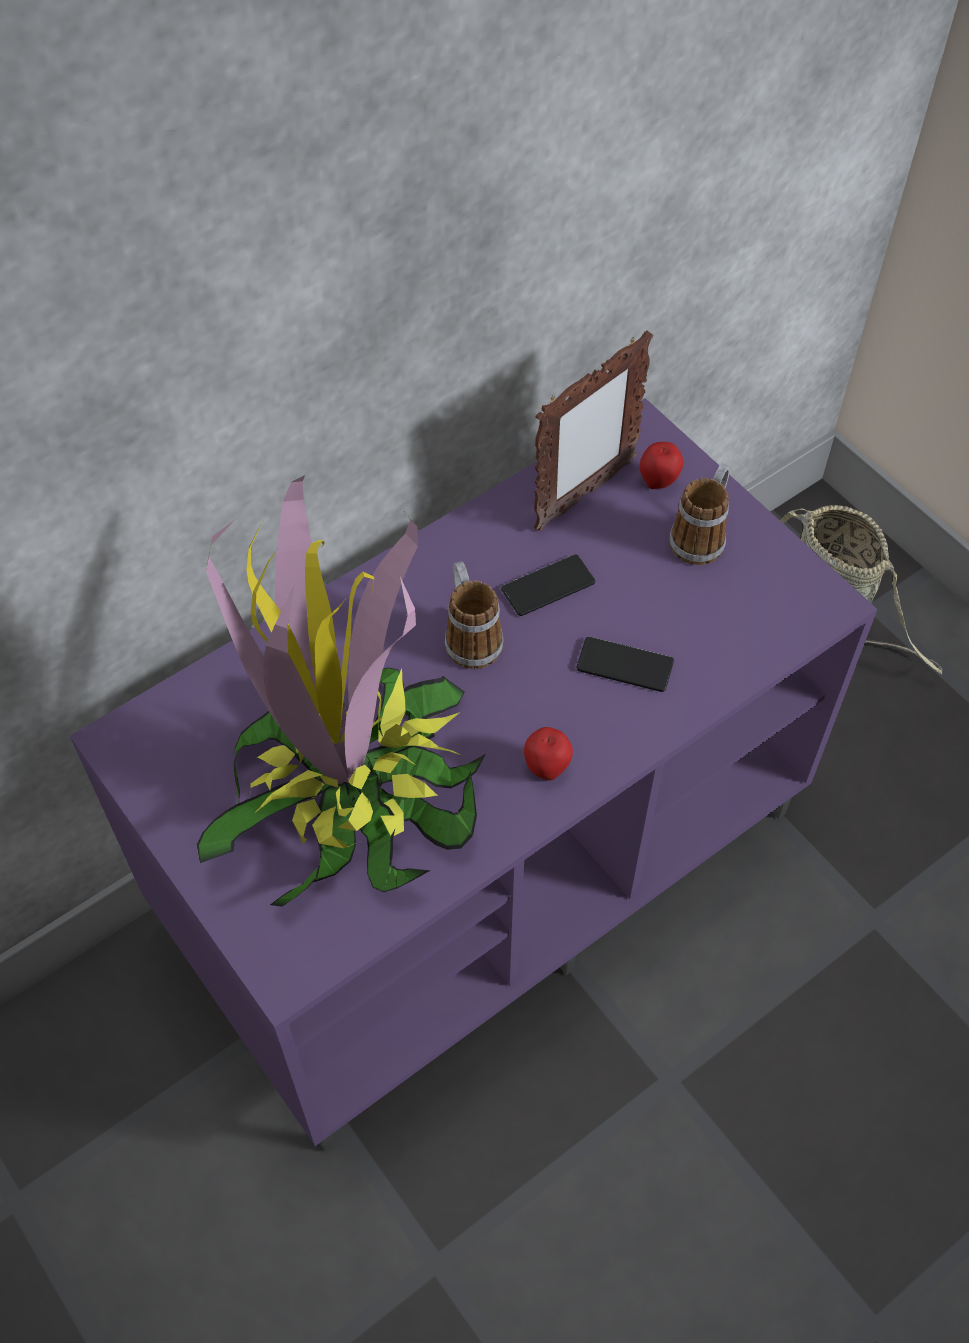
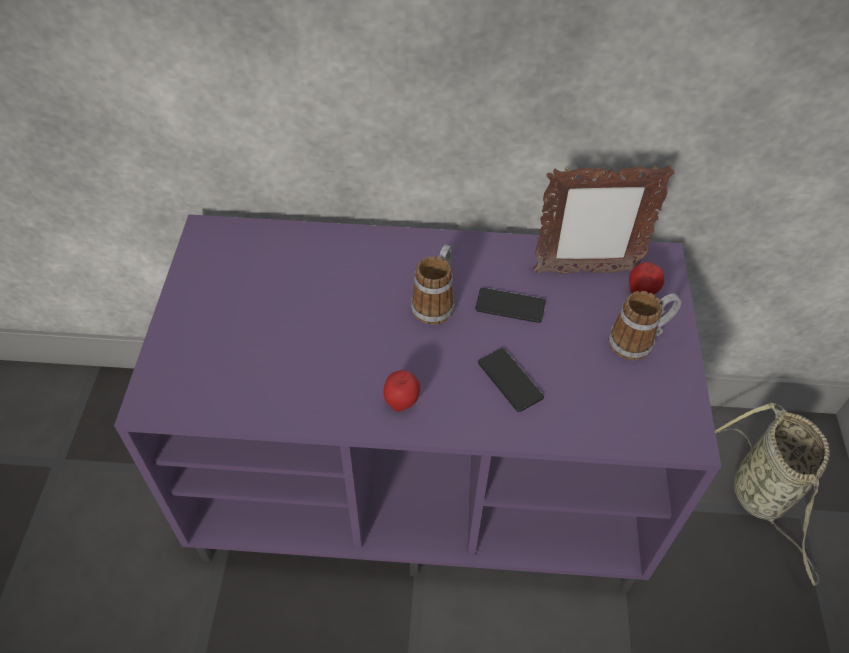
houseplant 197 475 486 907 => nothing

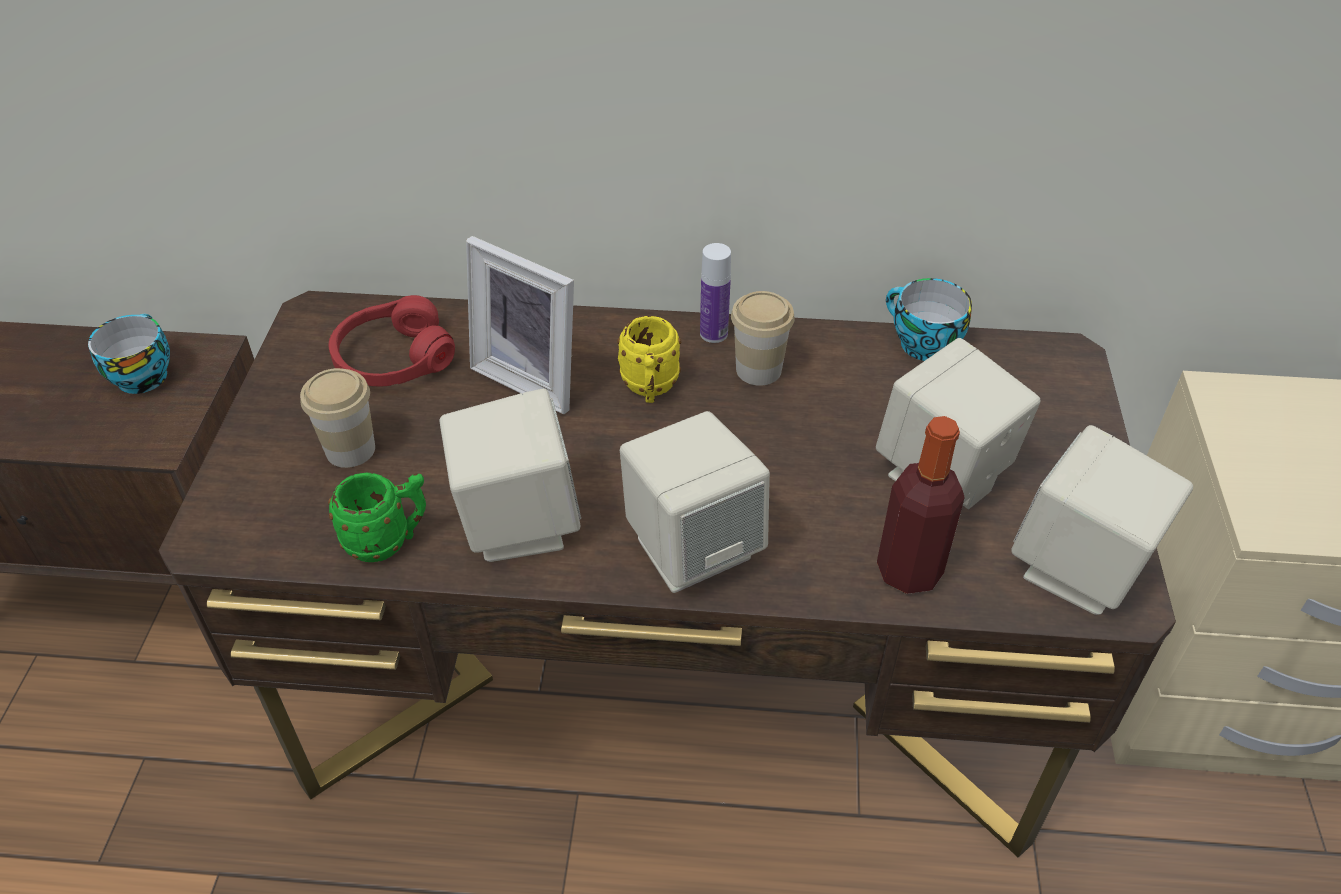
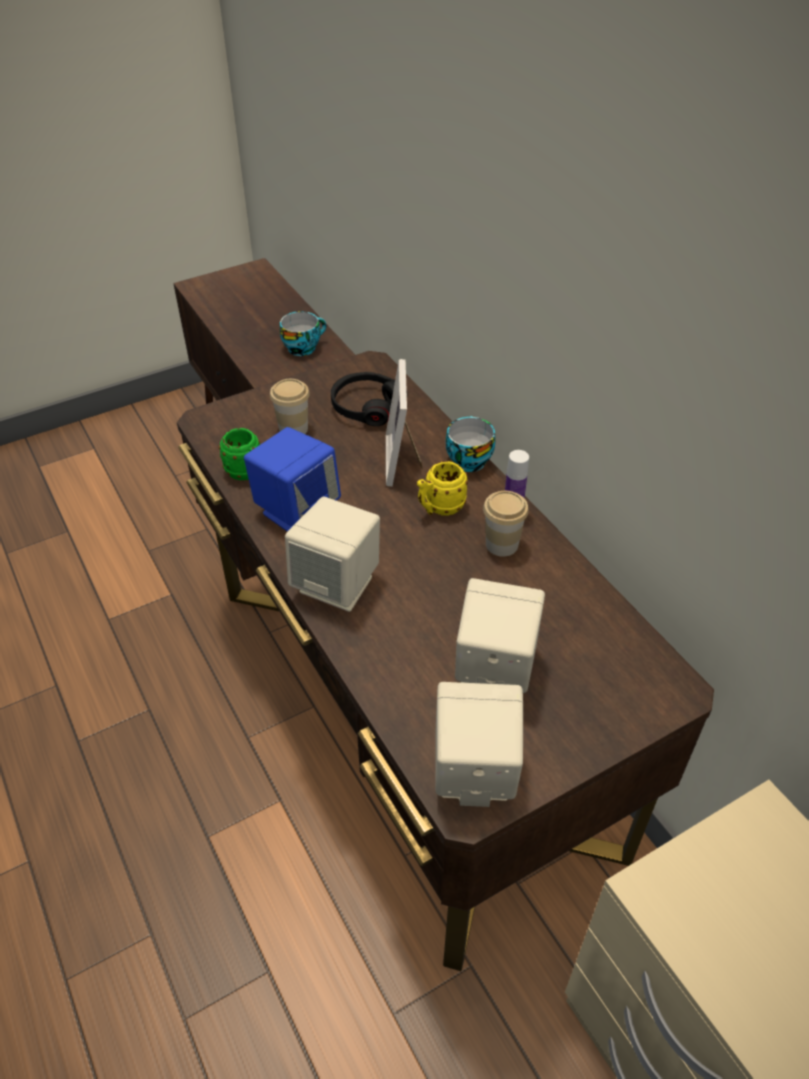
beige-coloured audio speaker 439 389 581 562 => blue-coloured audio speaker 244 427 341 532
red-coloured pair of headphones 329 295 455 387 => blackish pair of headphones 331 372 395 426
drinking cup 886 278 972 361 => drinking cup 446 416 495 472, shifted
drink bottle 877 416 965 594 => nothing

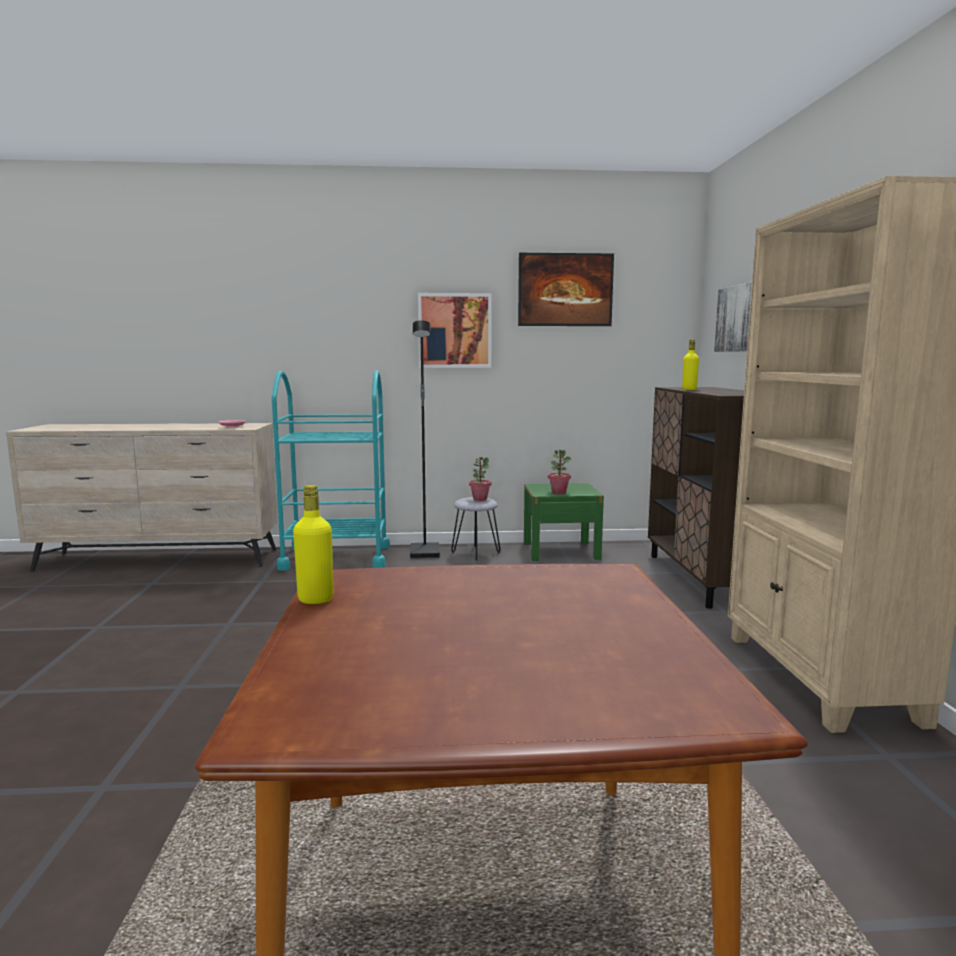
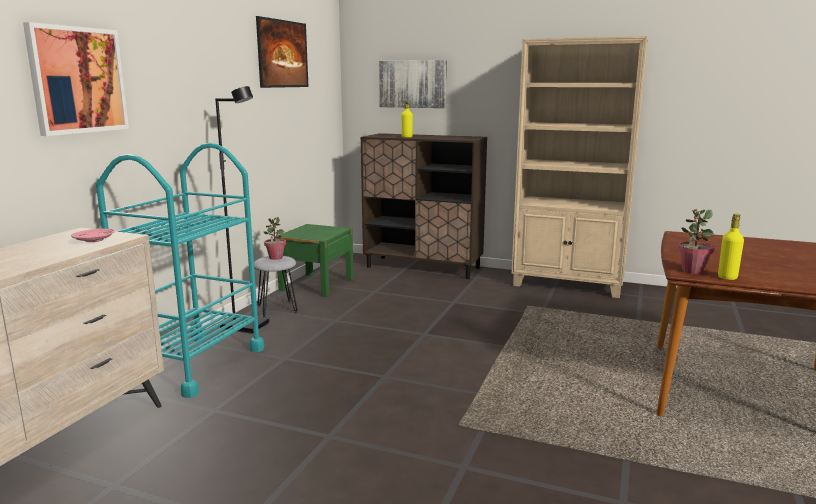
wall picture 418 293 492 368 => wall picture 23 22 129 136, shifted
houseplant 548 450 571 494 => houseplant 678 209 714 274, shifted

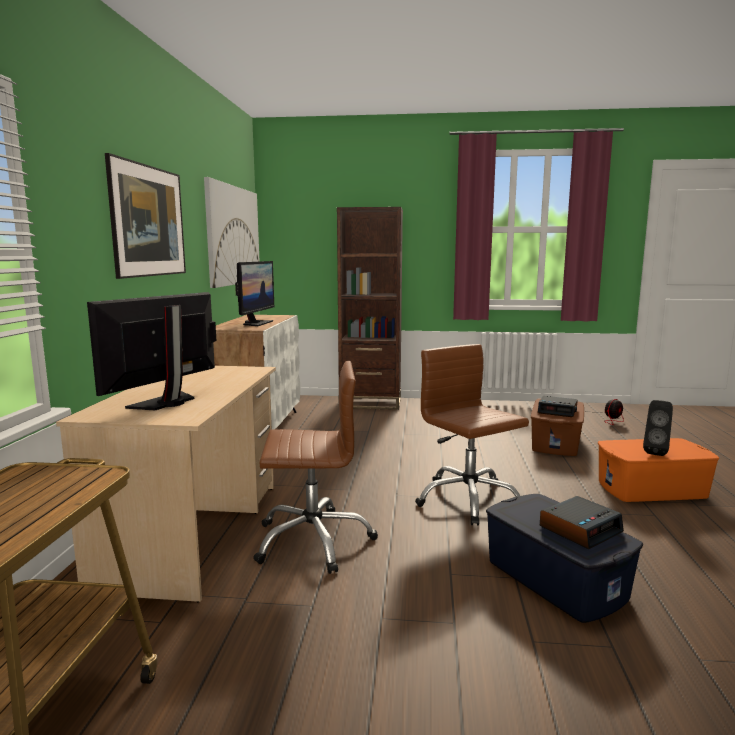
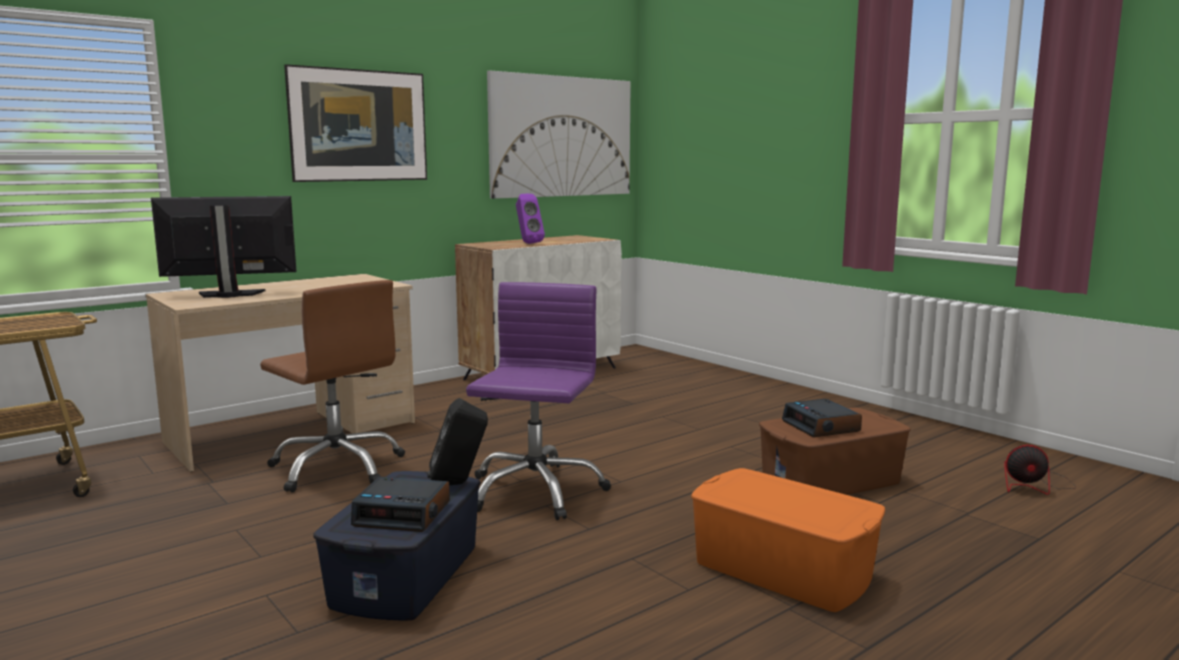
blackish audio speaker 643 400 673 456 => blackish audio speaker 427 398 488 485, shifted
brown-coloured office chair 415 344 529 526 => purplish office chair 466 282 611 520
monitor 235 261 274 326 => purplish audio speaker 516 194 545 244
brown-coloured bookshelf 337 207 403 410 => nothing

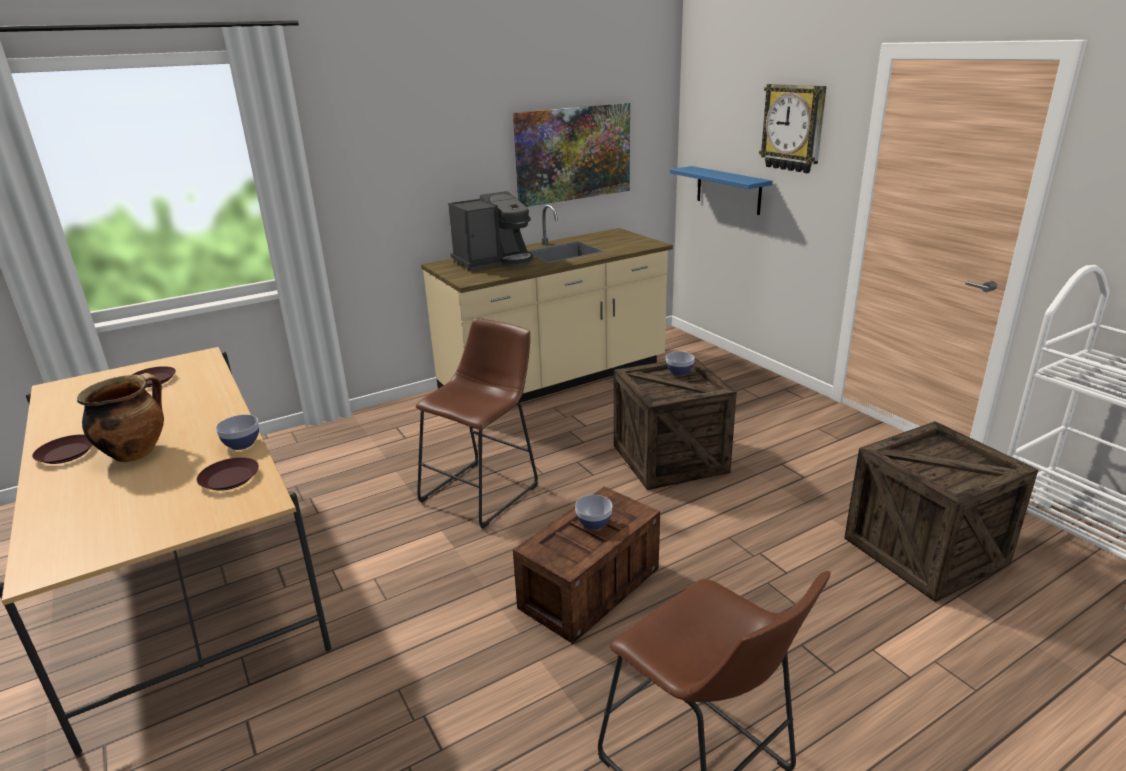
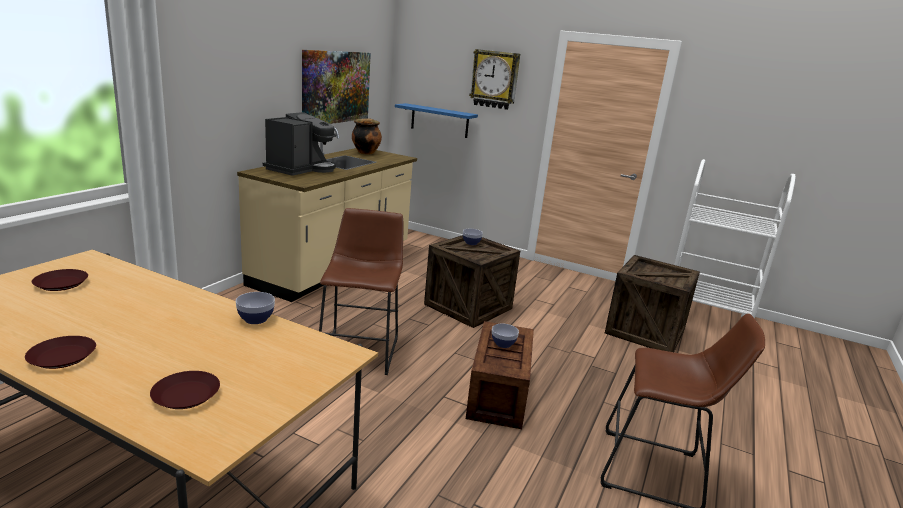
brown-coloured plate 197 457 259 491 => brown-coloured plate 150 371 220 409, shifted
cooking pot 77 373 164 462 => cooking pot 352 118 382 154, shifted

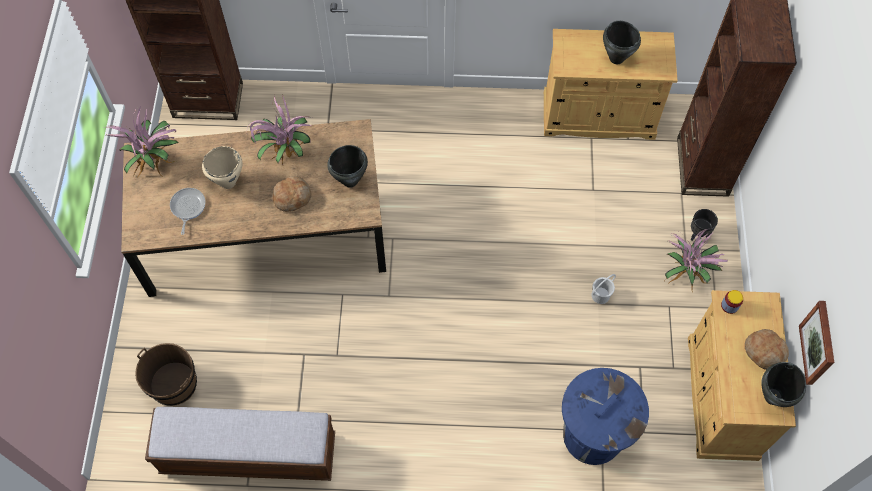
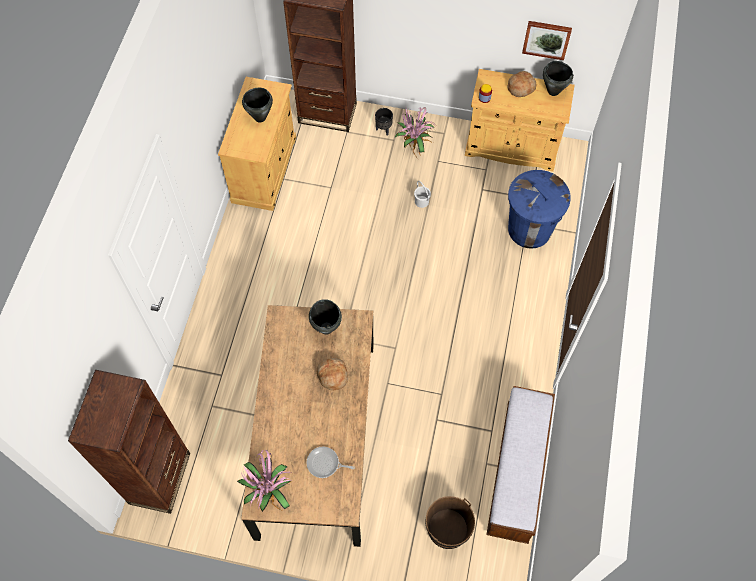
beige-coloured cooking pot 202 146 242 189 => nothing
houseplant 247 95 312 165 => nothing

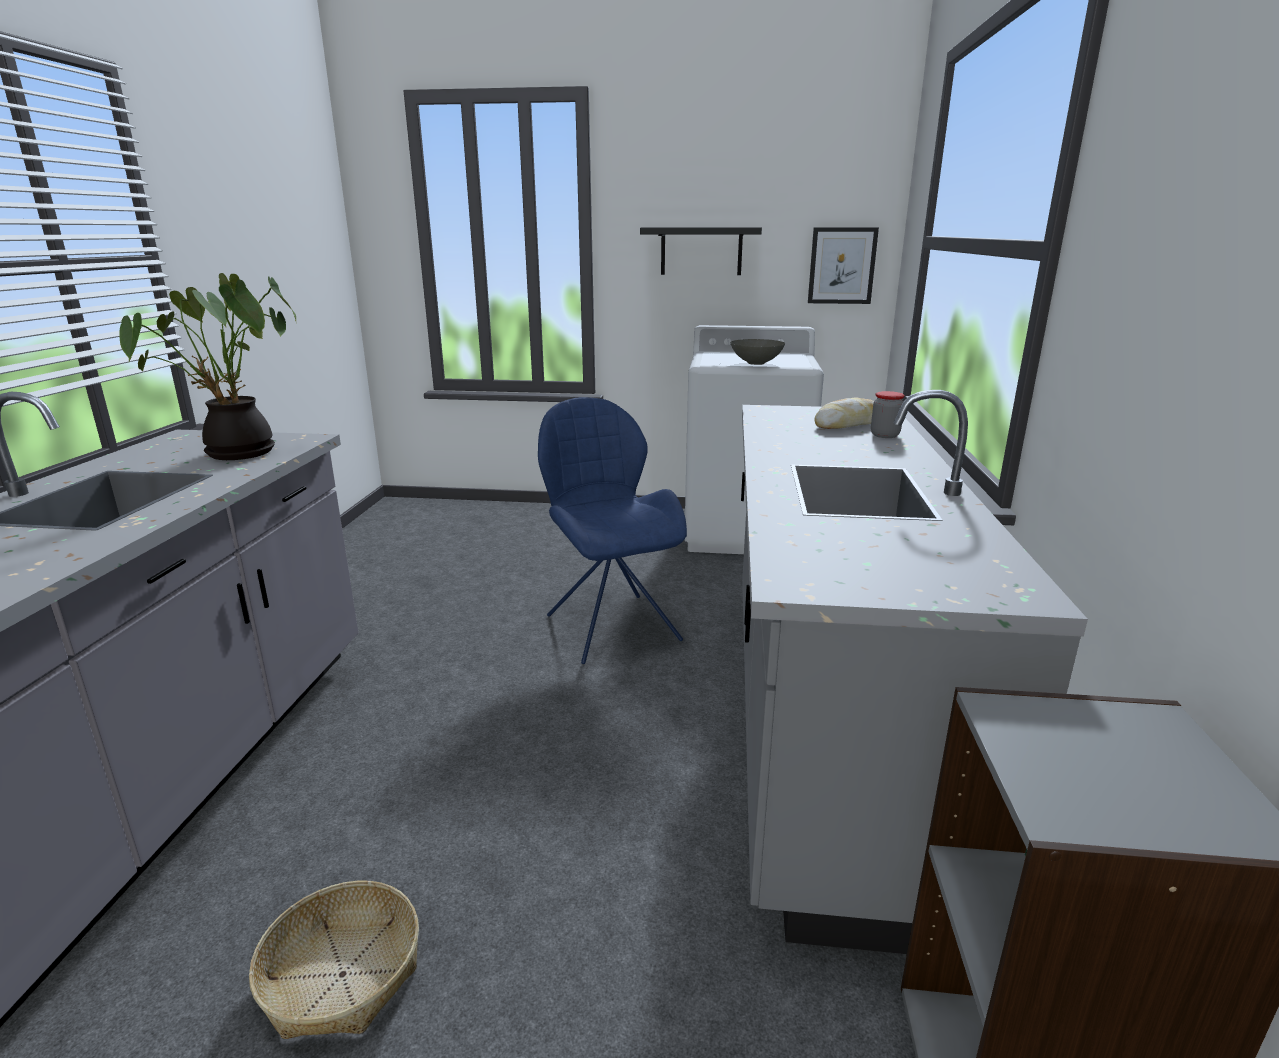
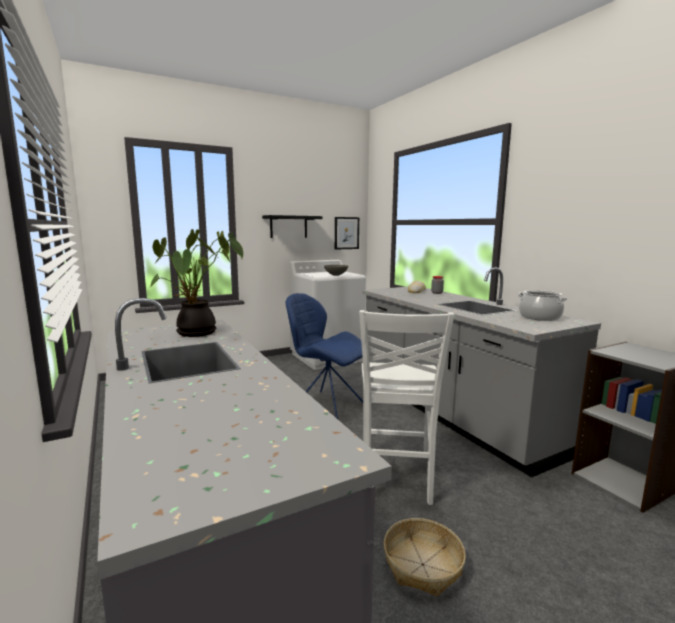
nothing => white-coloured plain chair 359 310 454 505
nothing => cooking pot 518 290 568 321

